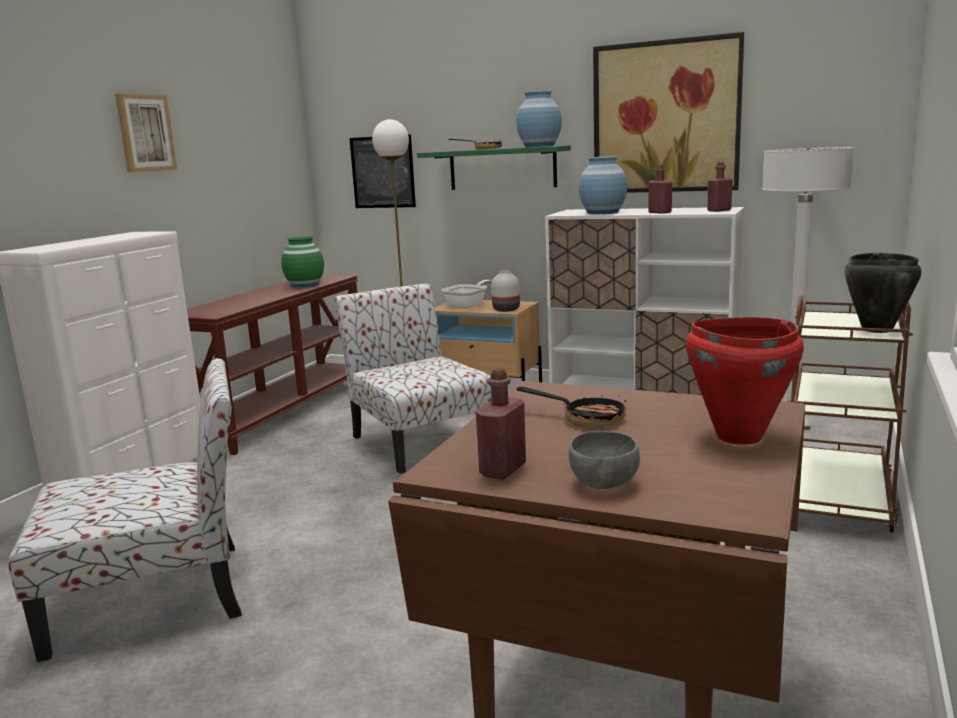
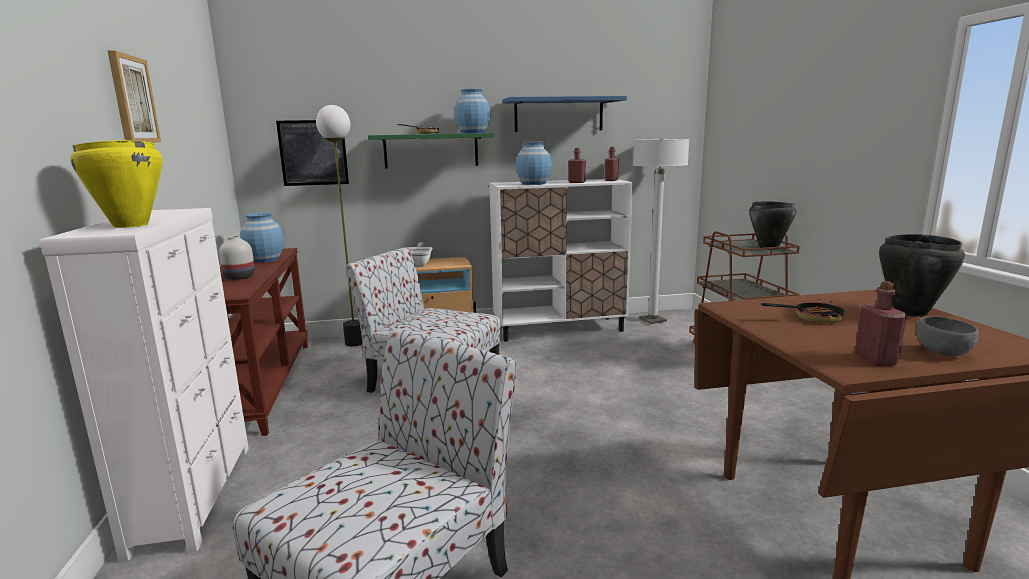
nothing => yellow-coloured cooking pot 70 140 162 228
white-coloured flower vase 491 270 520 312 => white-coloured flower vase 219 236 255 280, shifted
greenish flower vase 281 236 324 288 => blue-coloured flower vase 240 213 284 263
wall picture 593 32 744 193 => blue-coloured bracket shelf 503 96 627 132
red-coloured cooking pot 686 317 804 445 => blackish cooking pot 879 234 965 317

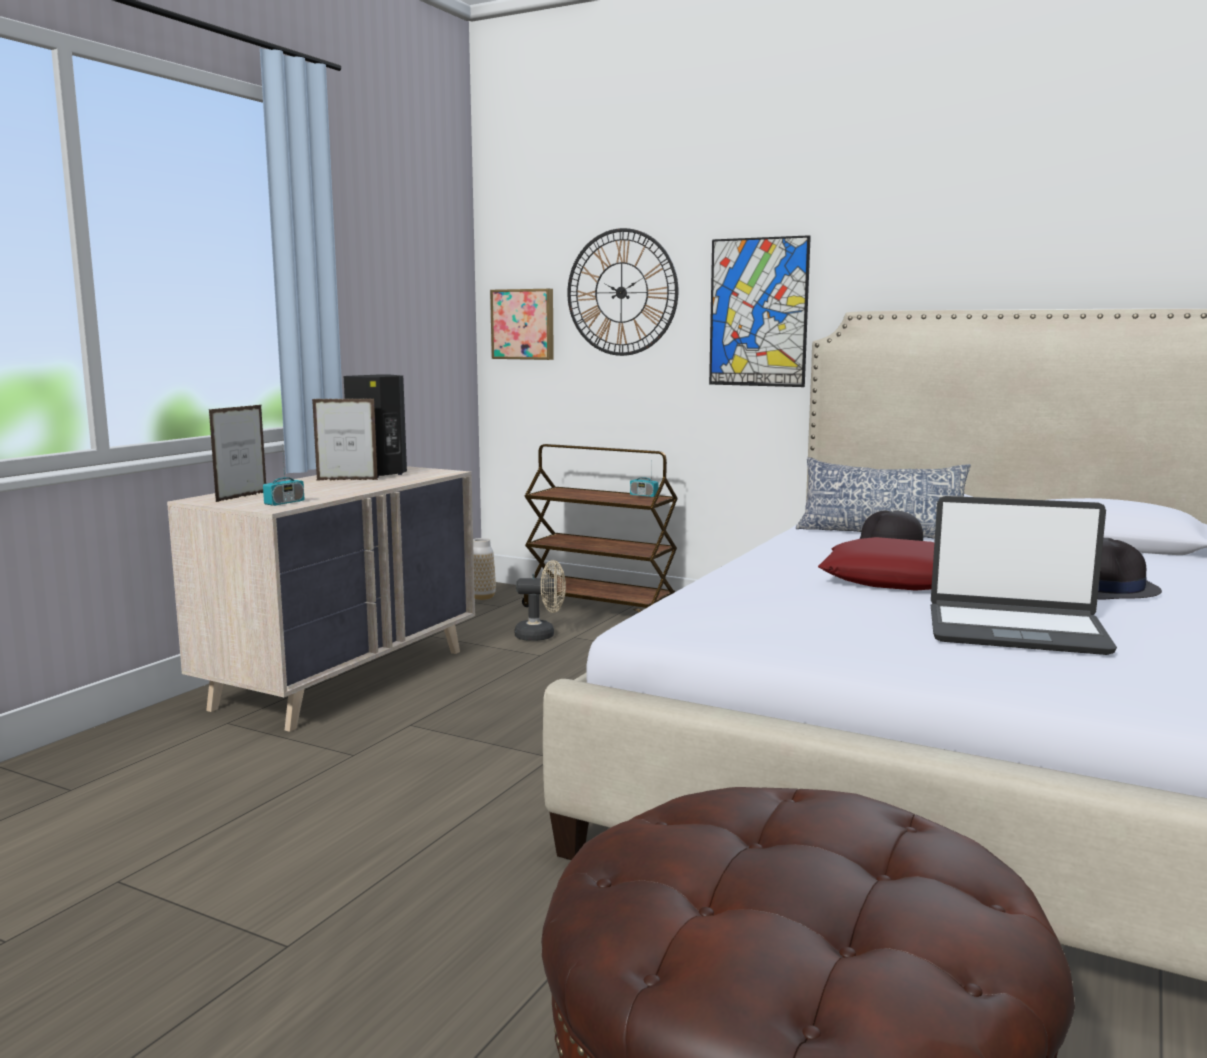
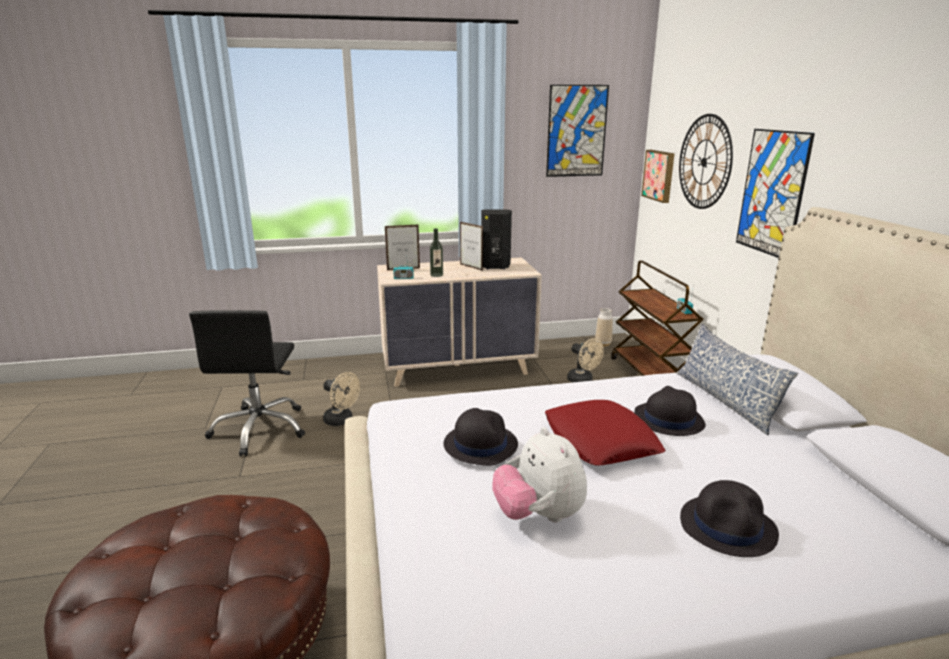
nothing => blackish office chair 189 310 305 456
nothing => beige-coloured fan 323 372 360 426
nothing => drink bottle 430 228 443 277
nothing => blackish hat 444 408 518 466
portable computer 931 496 1117 655 => soft toy 492 427 587 522
nothing => wall picture 546 85 609 177

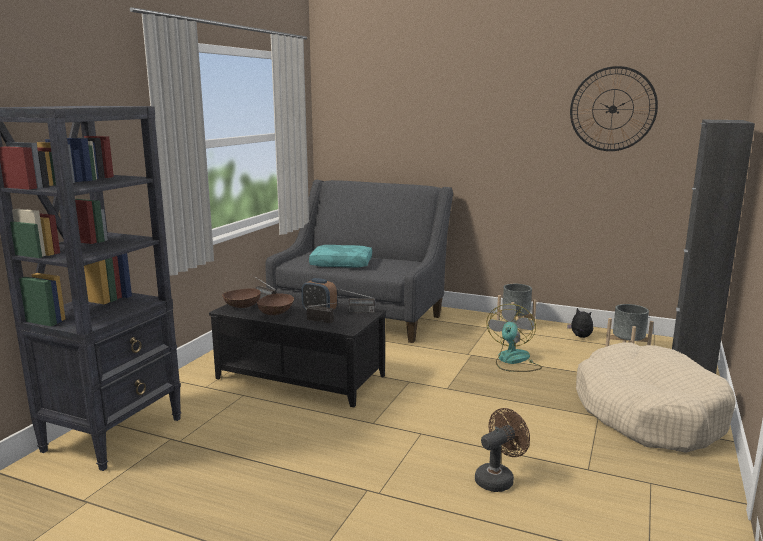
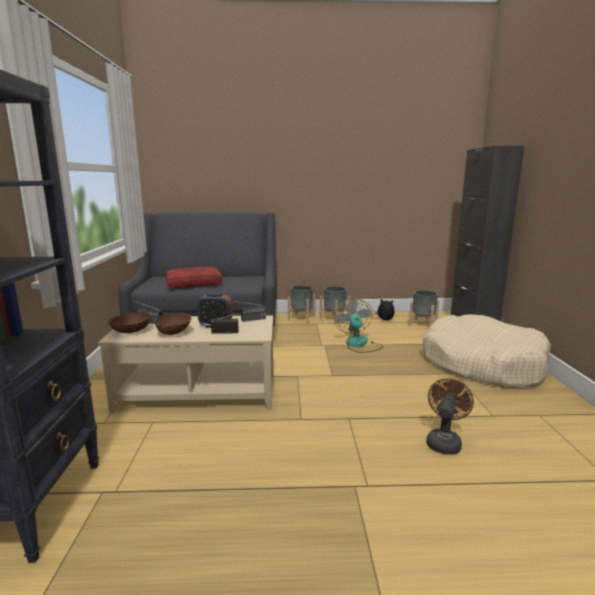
blackish lounge table 209 297 386 407 => beige-coloured lounge table 98 316 273 412
turquoise throw pillow 309 245 372 268 => red-coloured throw pillow 165 267 223 288
nothing => grey flower pot 288 285 315 323
clock on the wall 570 66 658 151 => nothing

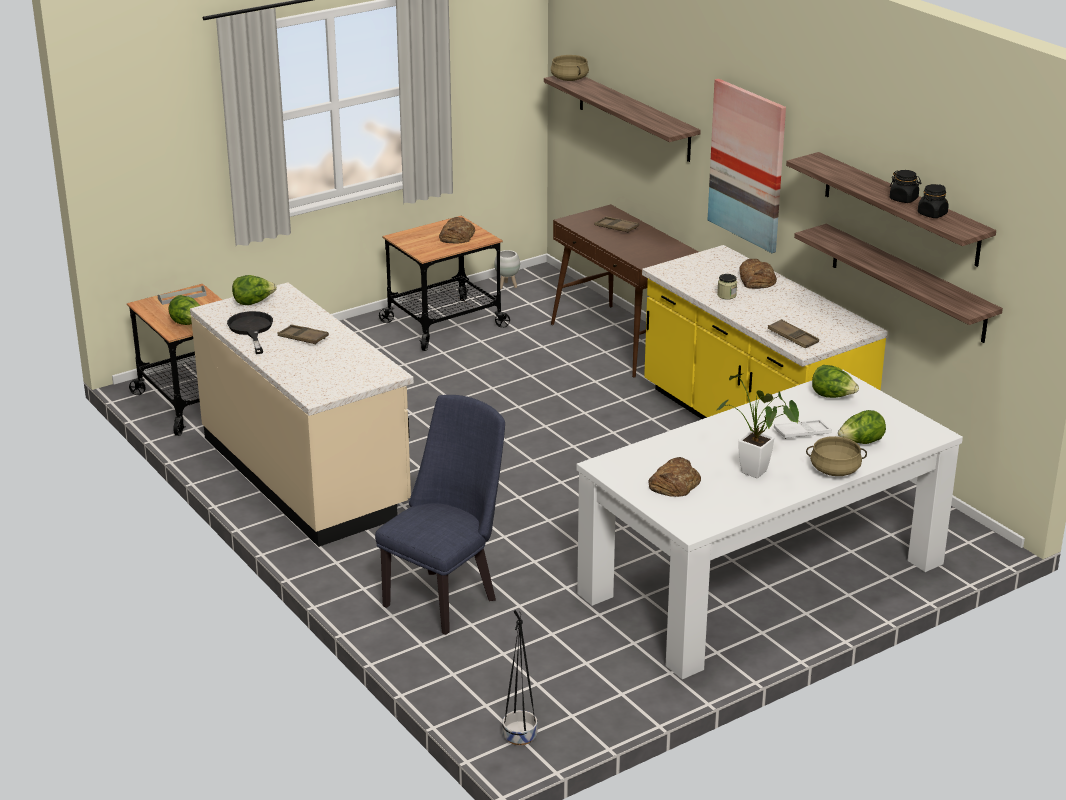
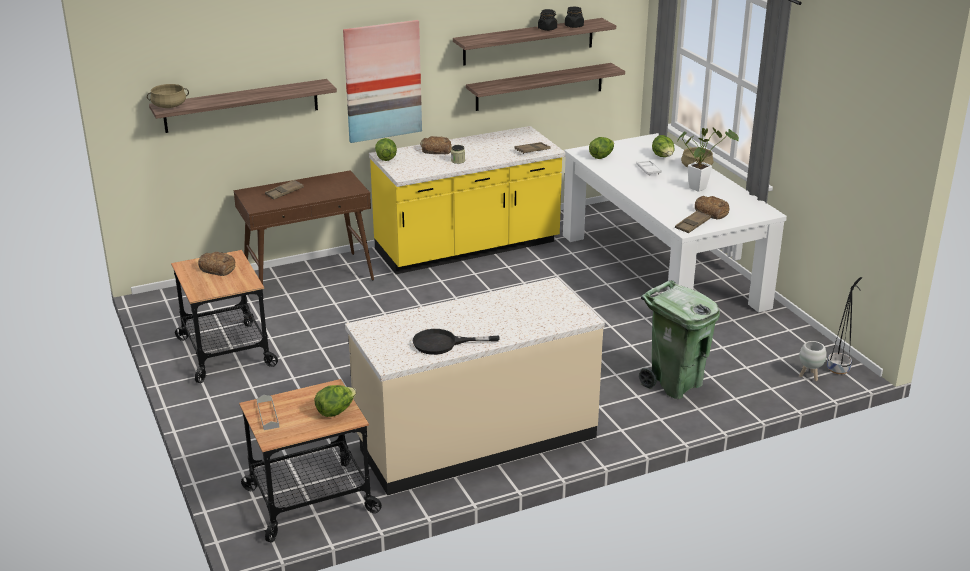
lettuce head 232 275 277 305 => lettuce head 375 138 397 161, shifted
blue-coloured plain chair 375 395 505 635 => greenish rubbish bin 639 280 720 399
brown-coloured serving tray 277 324 329 345 => brown-coloured serving tray 675 210 711 233, shifted
white-coloured flower pot 494 250 520 289 => white-coloured flower pot 799 341 827 381, shifted

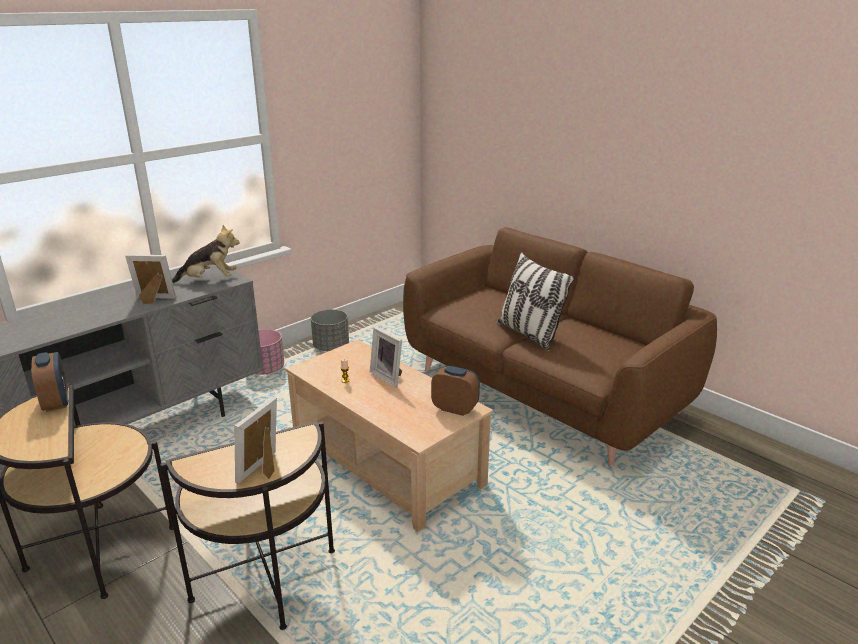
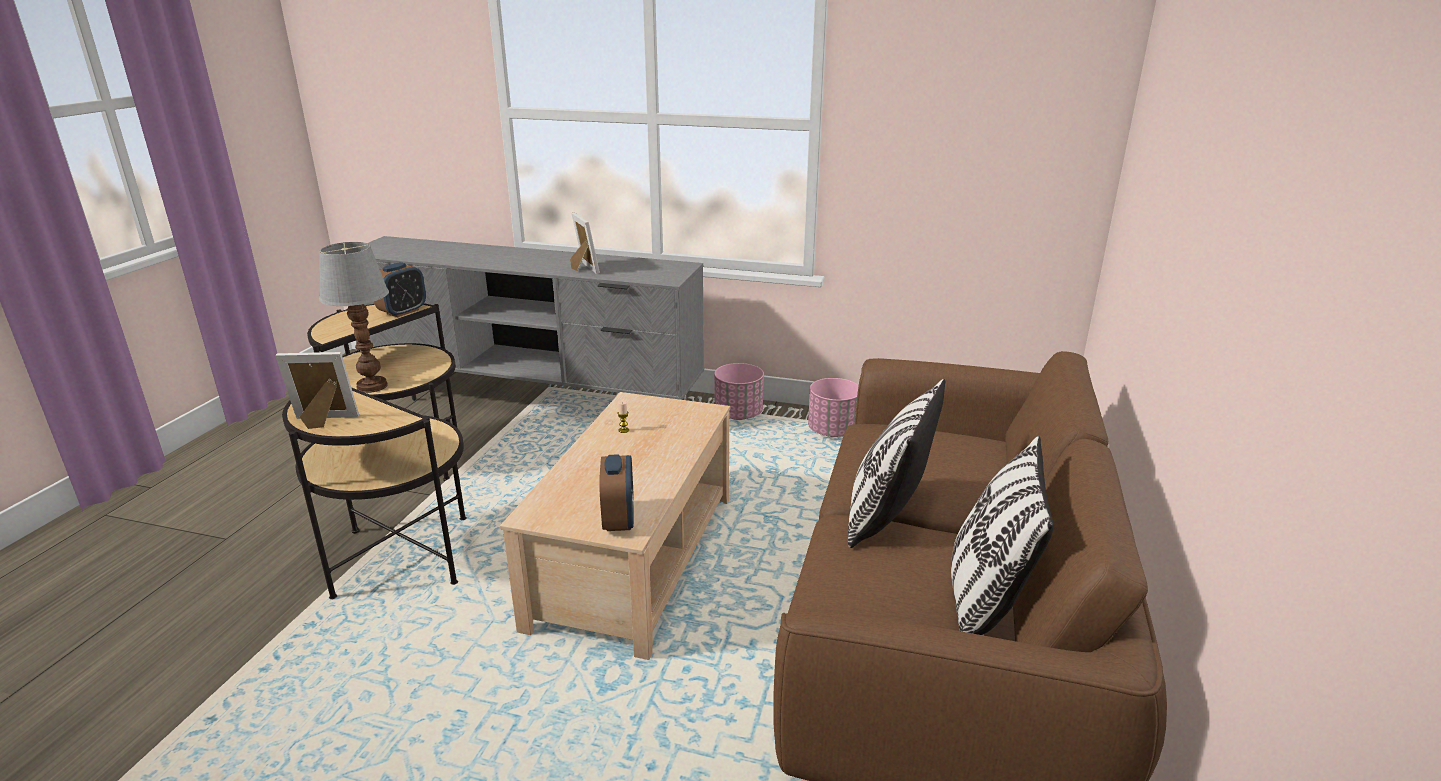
nothing => lamp for a table 319 242 389 393
grey flower pot 311 309 349 351 => pinkish flower pot 808 378 859 437
nothing => throw pillow 951 436 1054 635
soft toy 172 225 240 283 => nothing
picture frame 370 327 402 387 => nothing

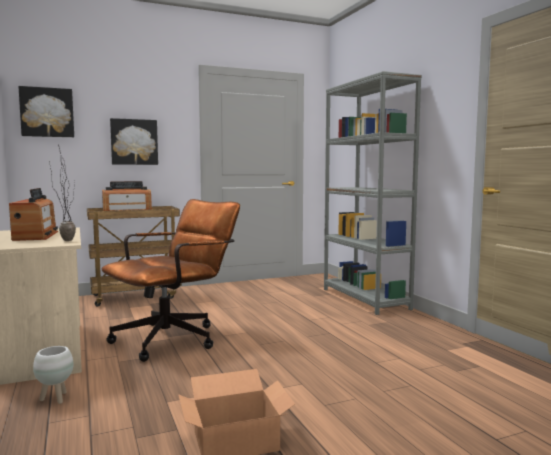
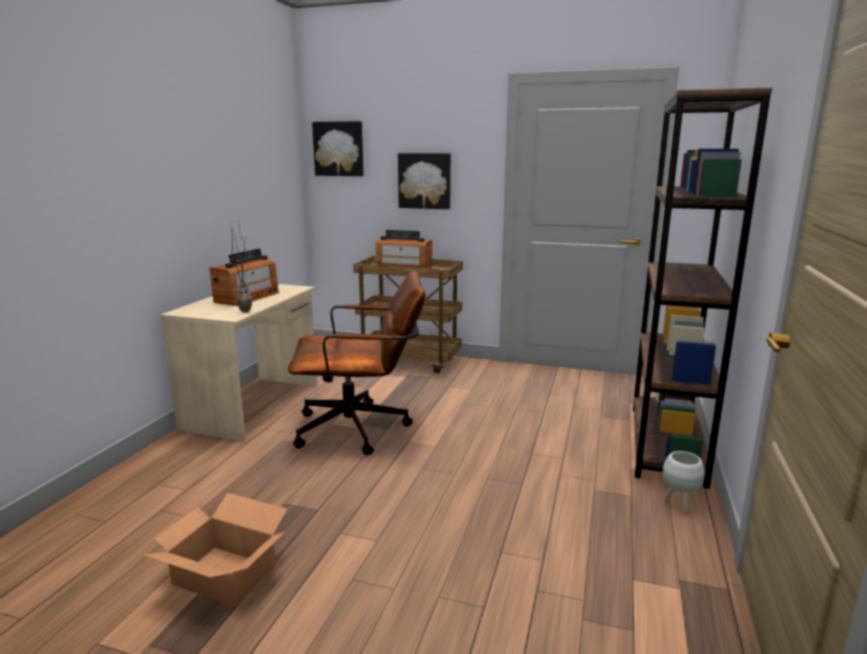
grey bookshelf 324 71 422 315 => brown-coloured bookshelf 633 87 772 489
white-coloured flower pot 33 346 74 404 => white-coloured flower pot 663 451 705 513, shifted

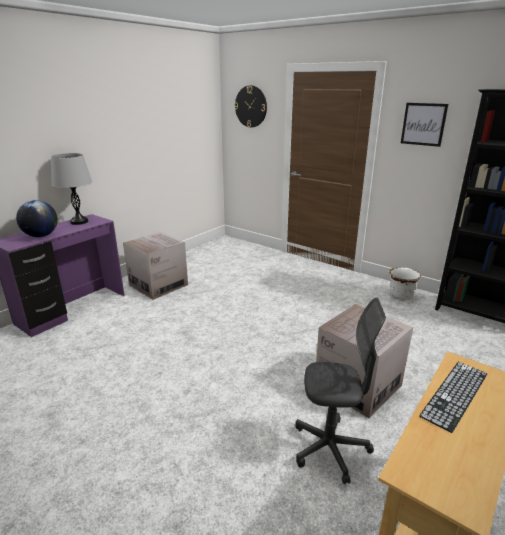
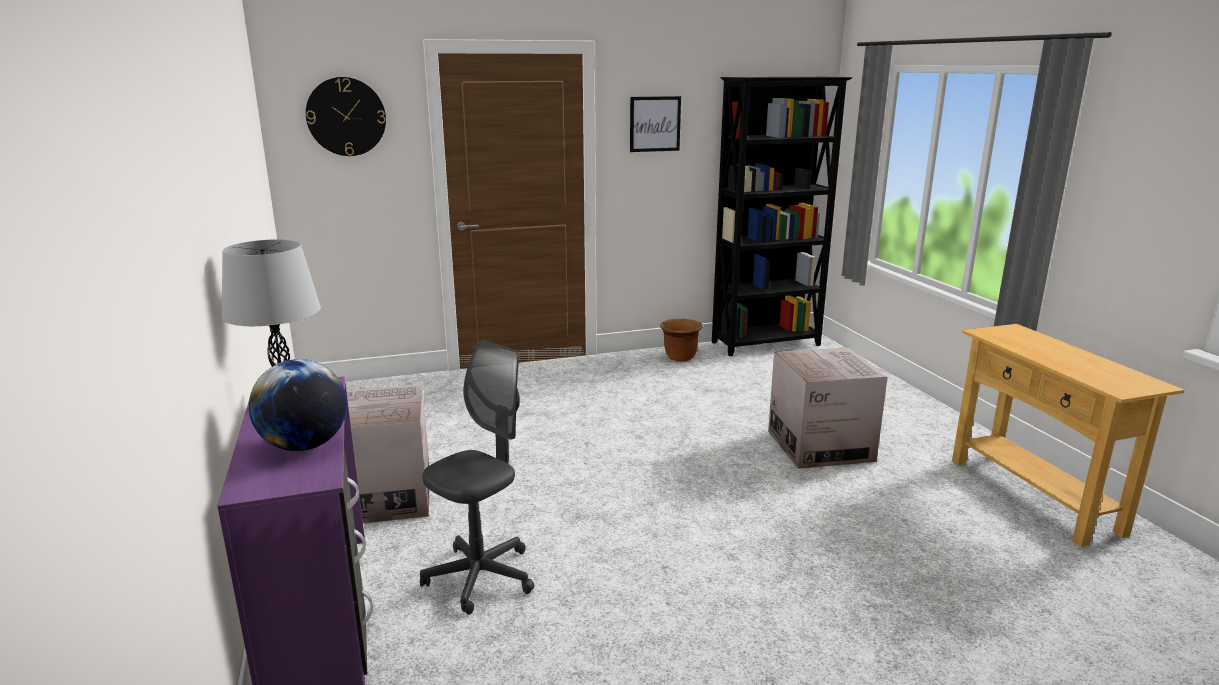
grey office chair 295 298 386 484 => grey office chair 420 340 534 615, shifted
white-coloured flower pot 389 267 422 300 => brown-coloured flower pot 660 318 703 361
keyboard 419 362 487 433 => nothing

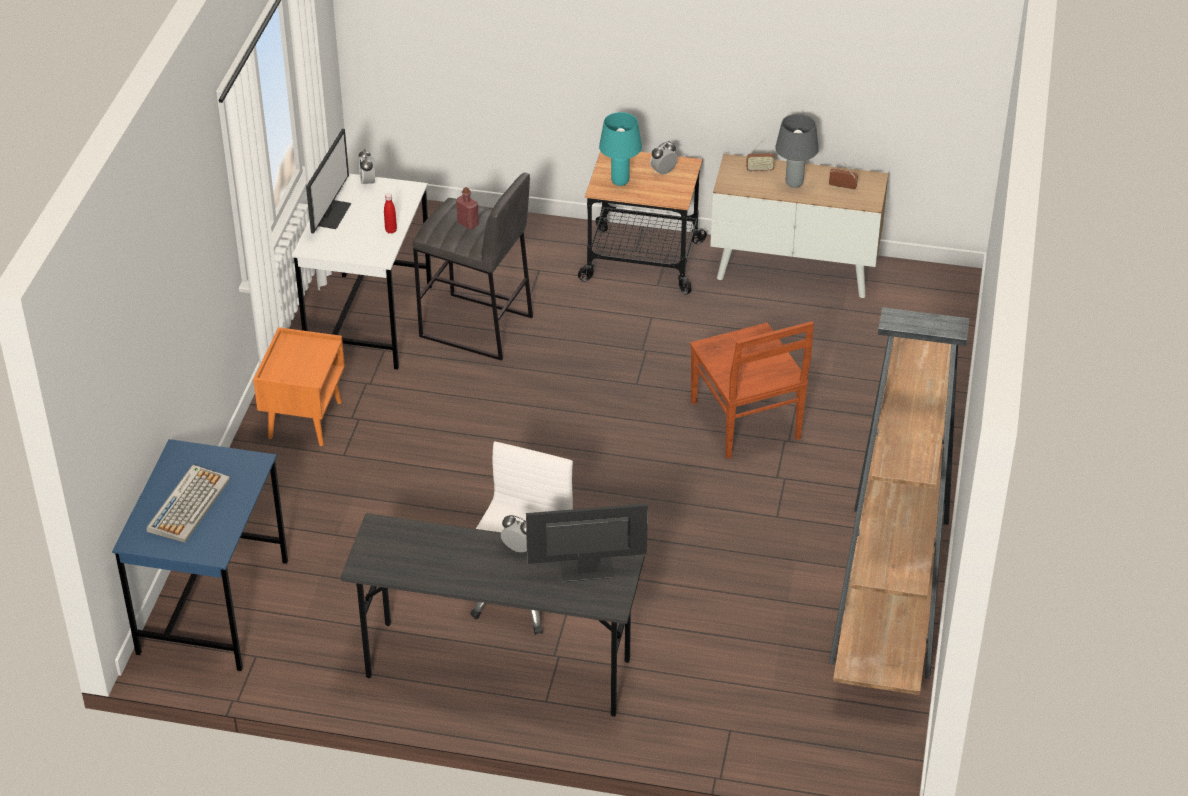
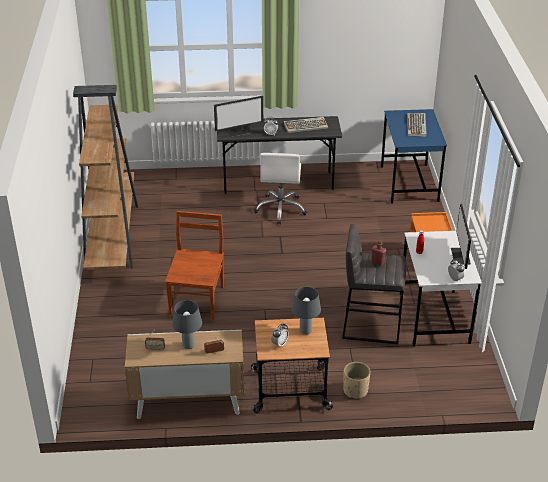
brown-coloured plain chair 690 321 814 459 => brown-coloured plain chair 165 211 224 319, 45 degrees clockwise
nothing => keyboard 283 117 328 133
turquoise lamp for a table 599 112 642 186 => grey lamp for a table 292 286 321 335
nothing => beige-coloured flower pot 343 362 370 399

